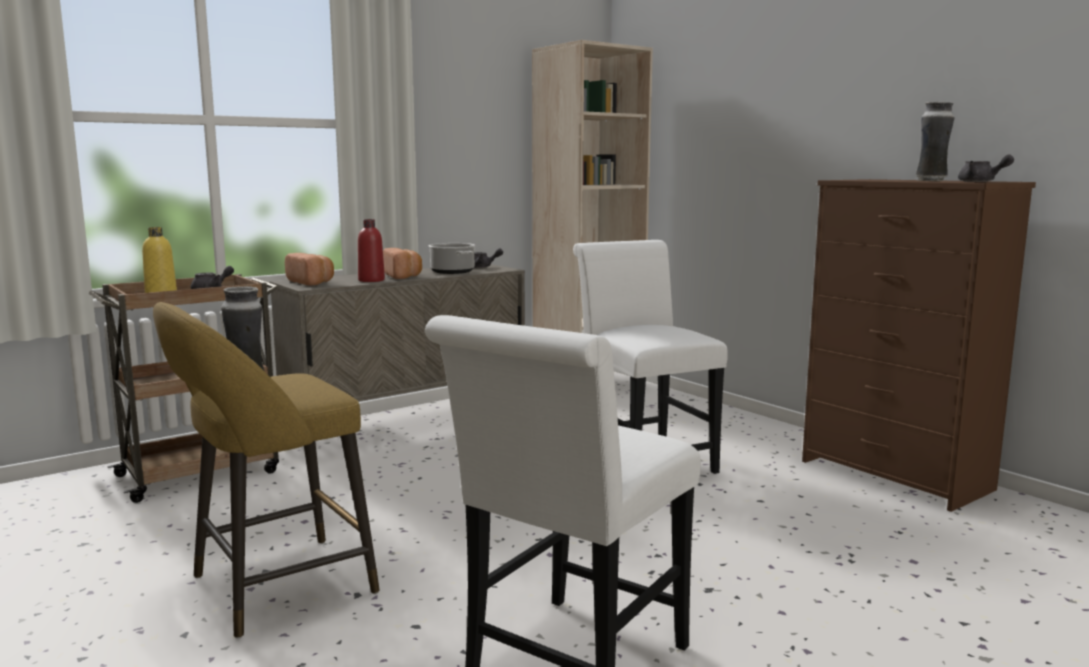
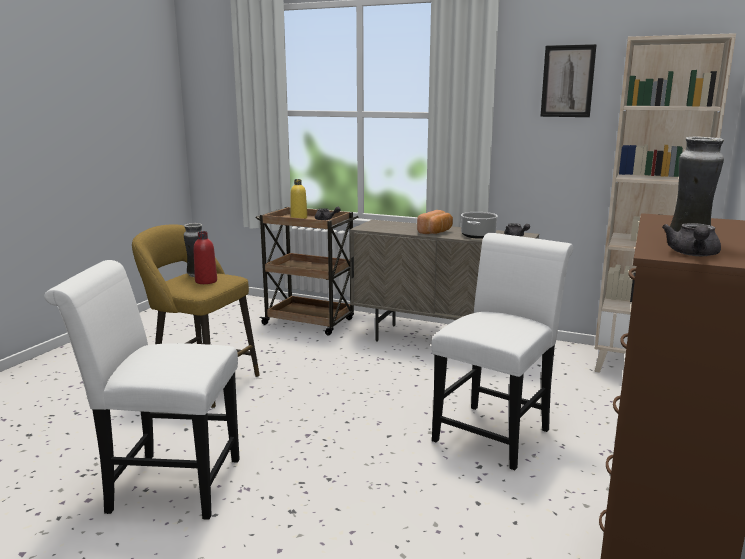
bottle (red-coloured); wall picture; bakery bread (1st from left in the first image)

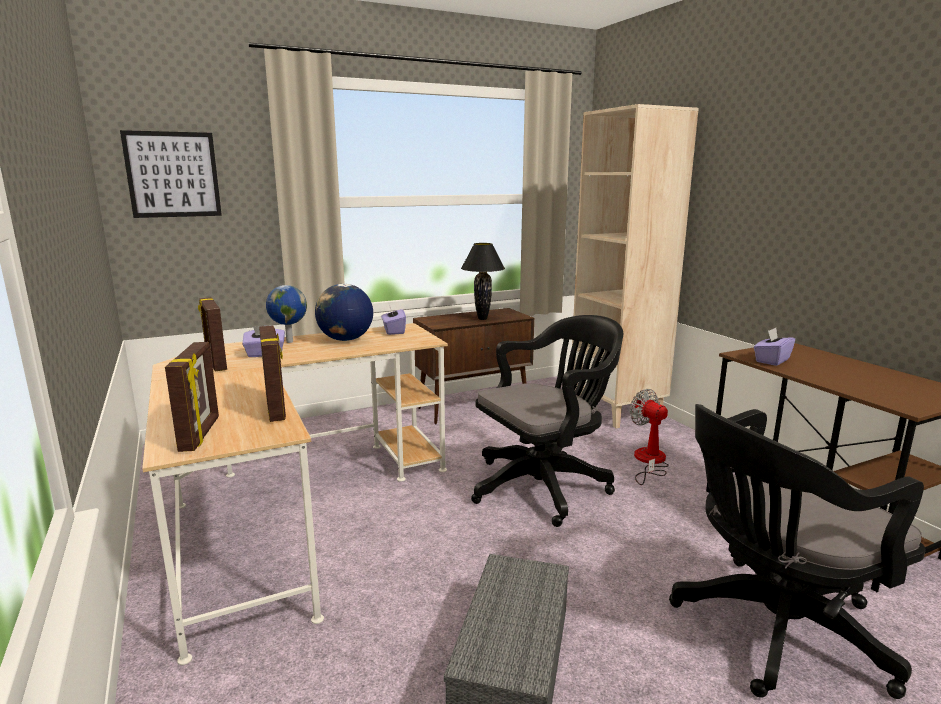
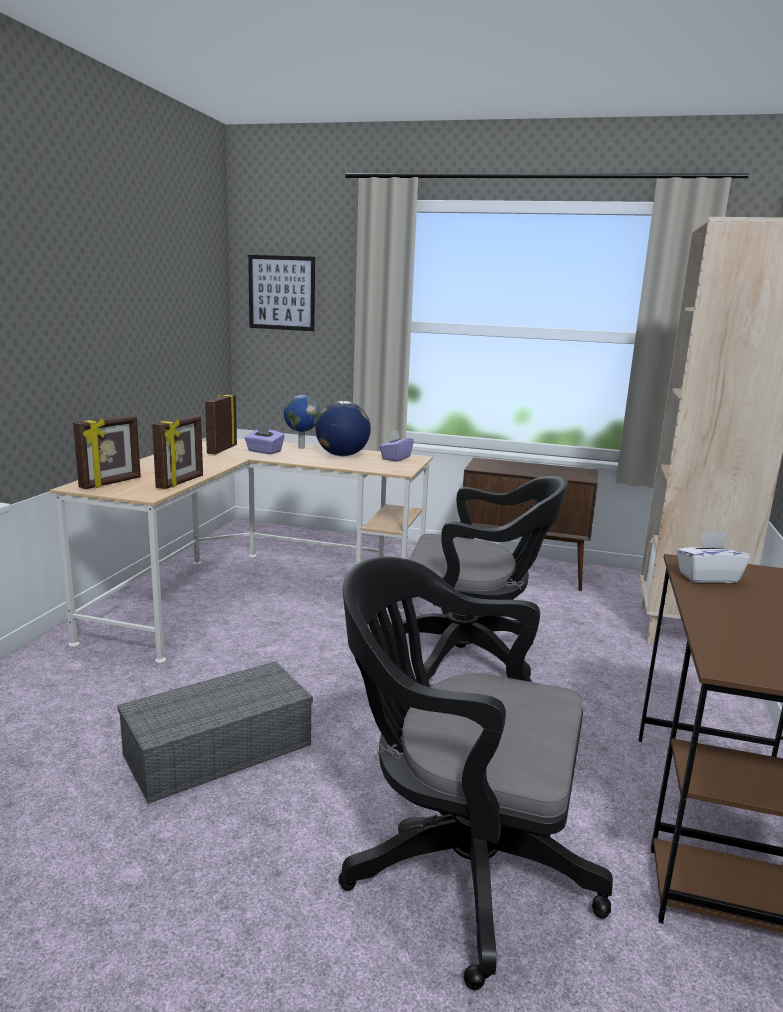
box of tissues (white); table lamp (blackish); cooling fan

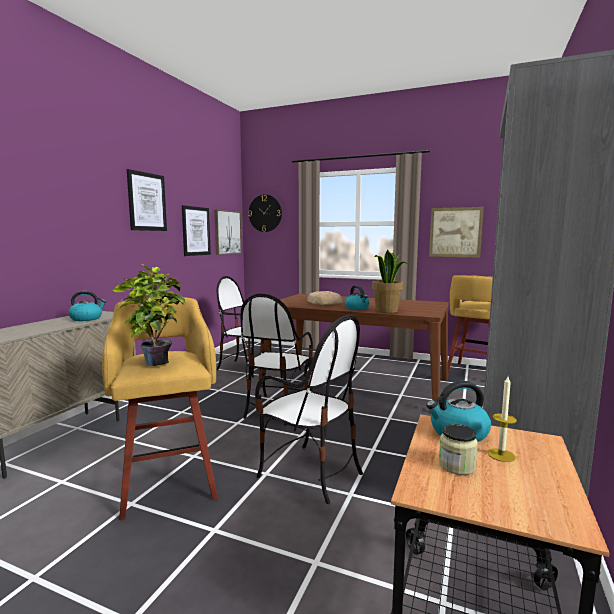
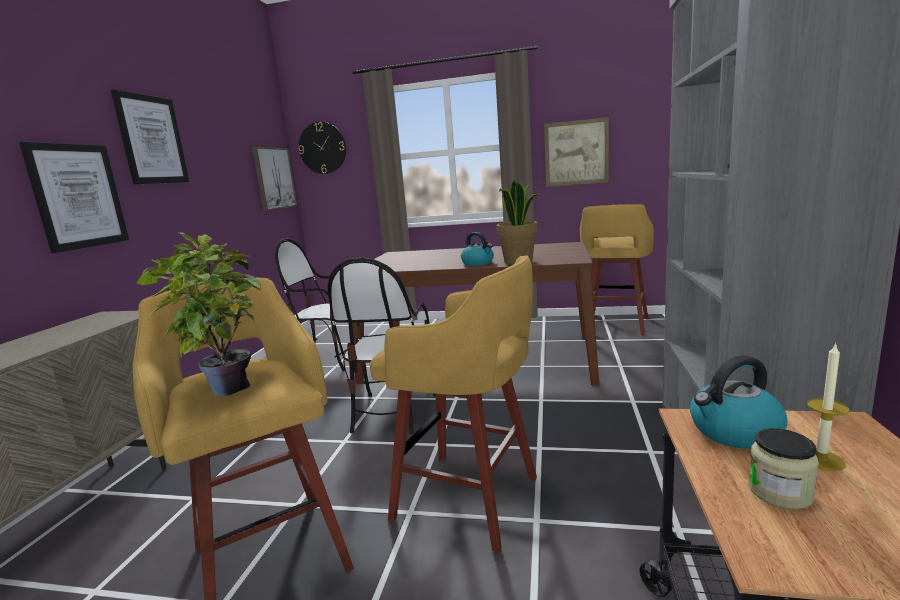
wall picture (1st from left); stool (yellow) (2nd from left); water kettle (1st from left in the first image); bakery bread

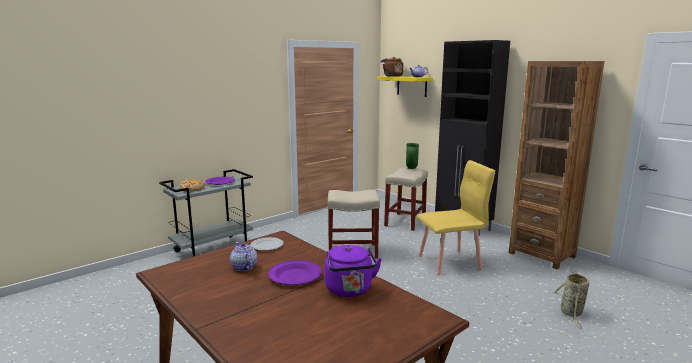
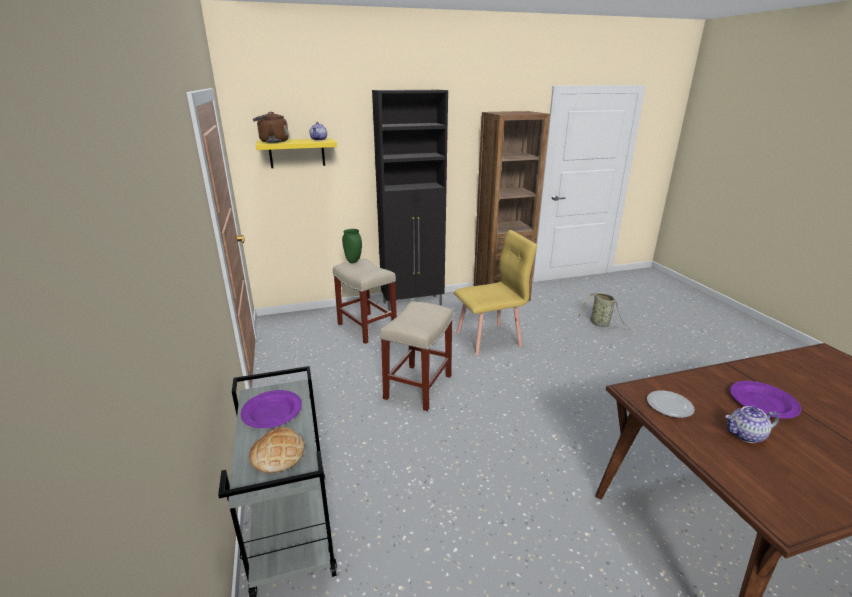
upright chair (yellow); water kettle (purple-coloured)

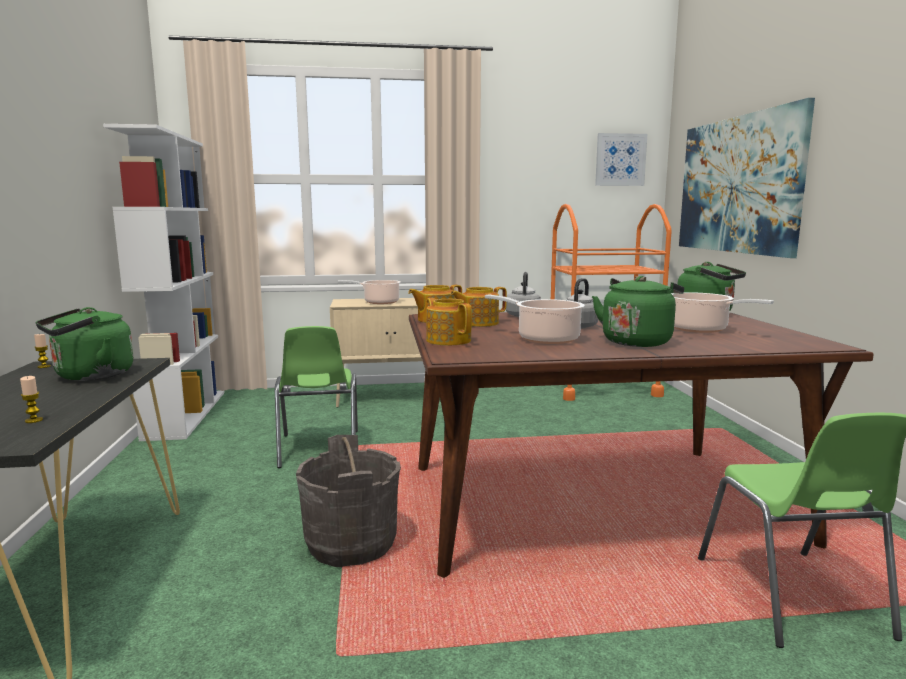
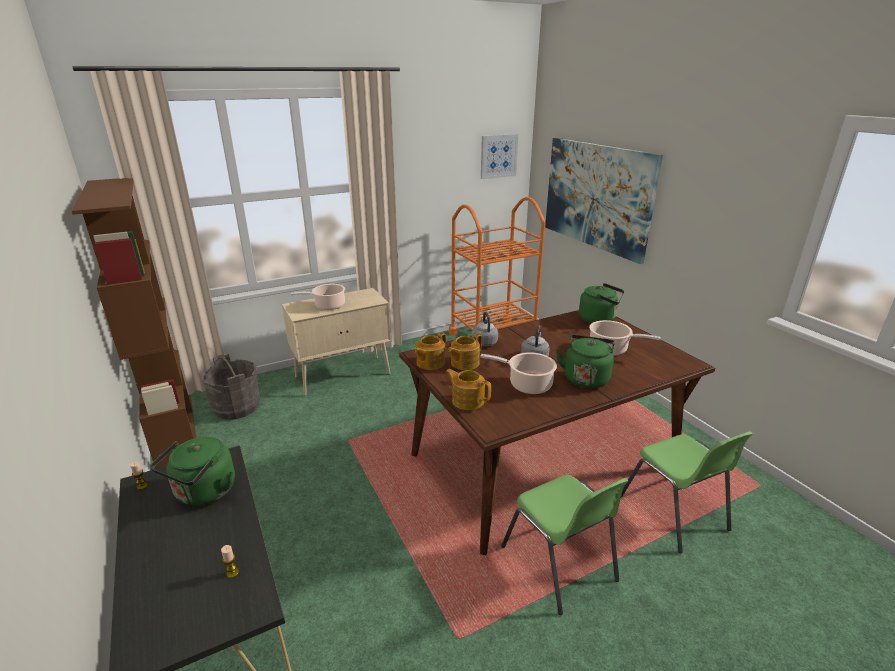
shelving unit (brownish); pail (greyish); upright chair (greenish) (1st from left)

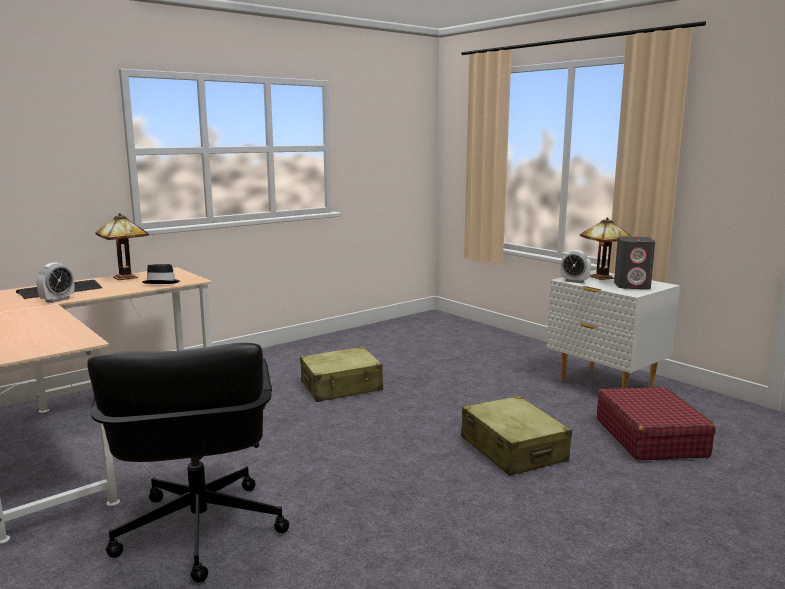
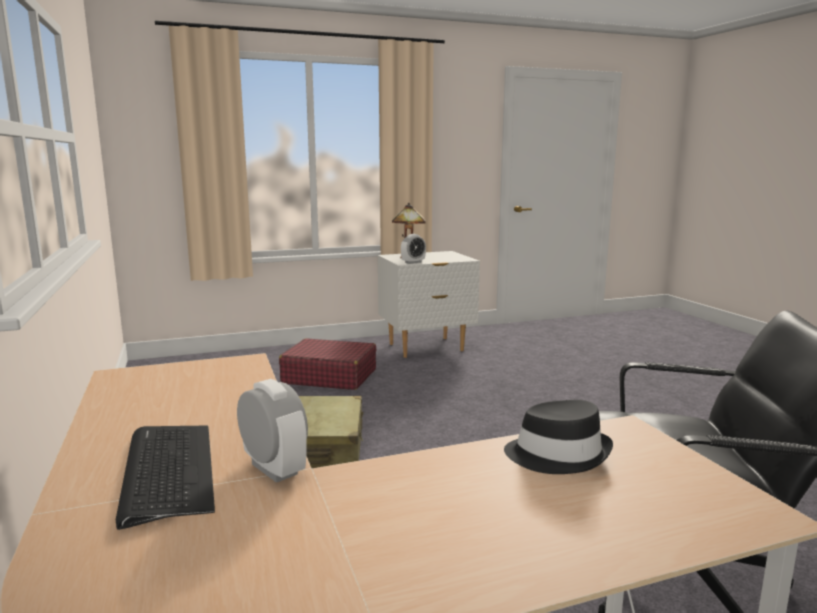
travel case (red-coloured); wearable hat (blackish); table lamp (1st from left in the first image); travel case (beige) (2nd from left in the first image); speaker (greyish)

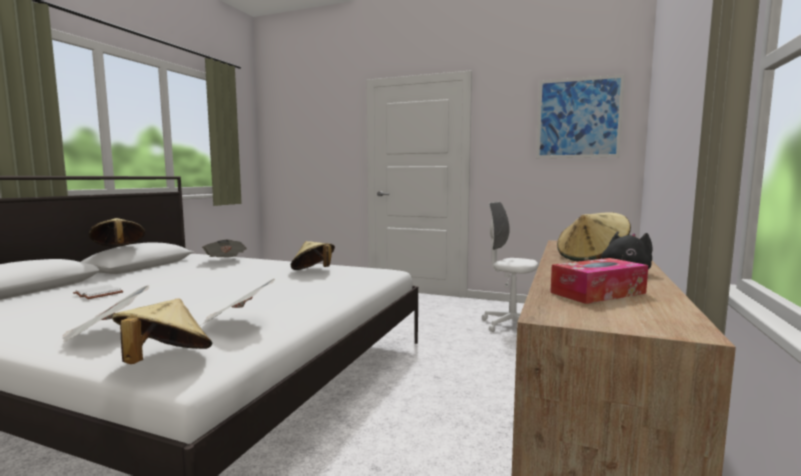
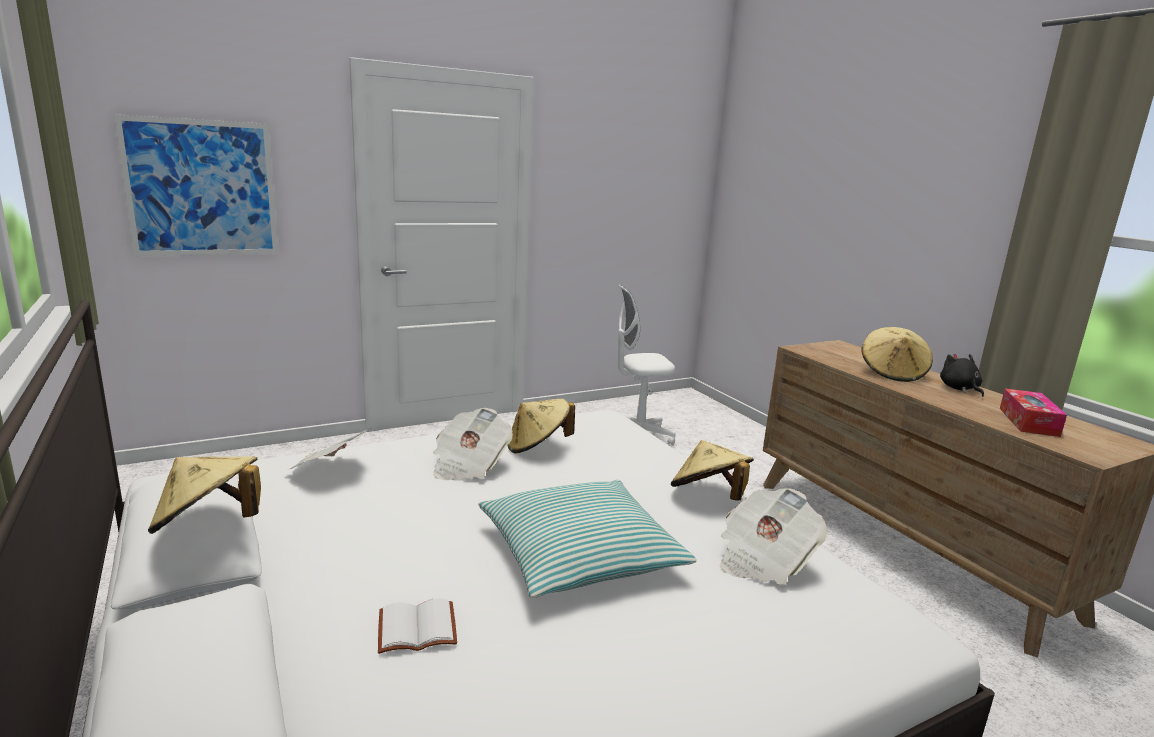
wall picture; printed paper (2nd from left); pillow; wearable hat (beige) (3rd from left)

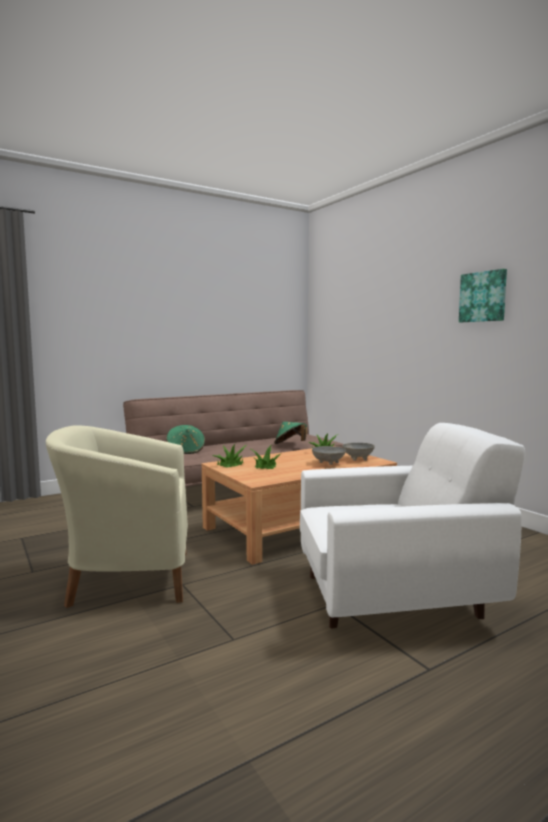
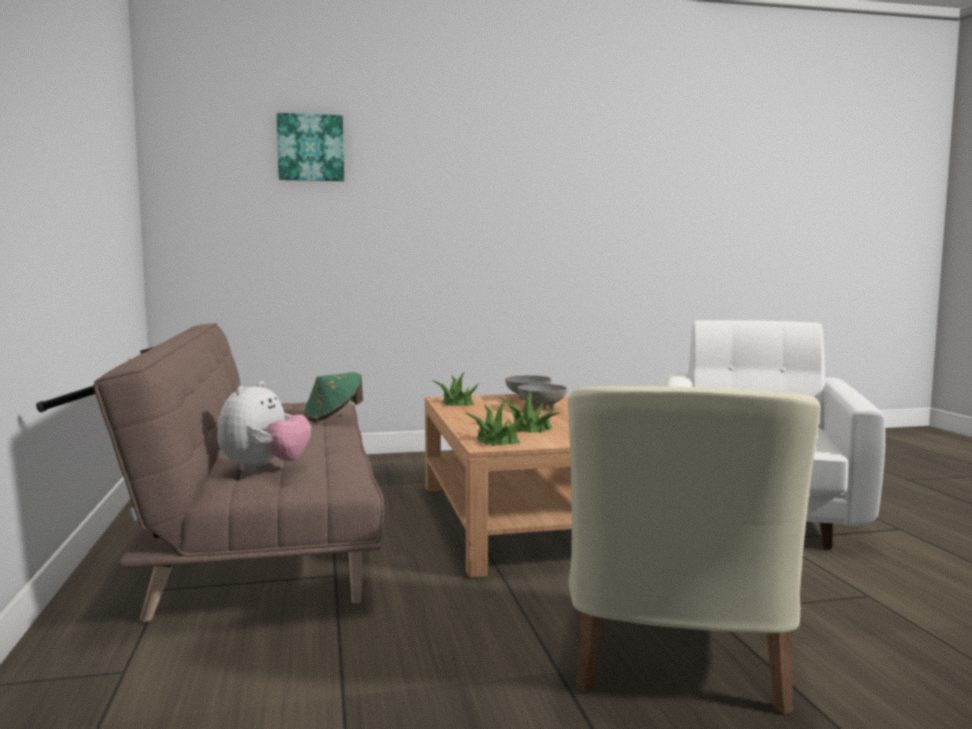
soft toy; wall picture

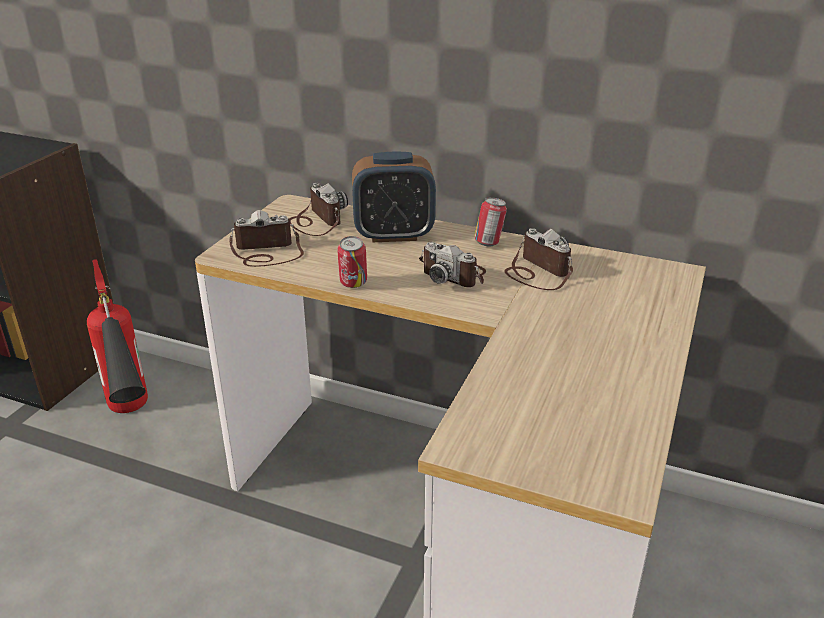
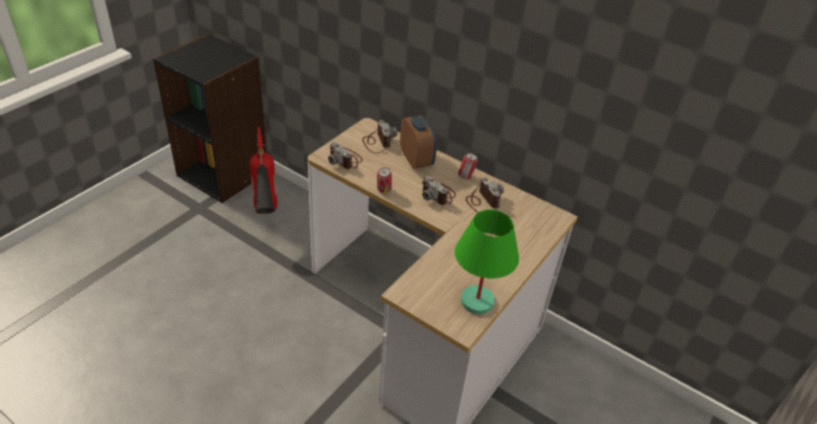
photo camera (1st from left); bedside clock; table lamp (greenish)

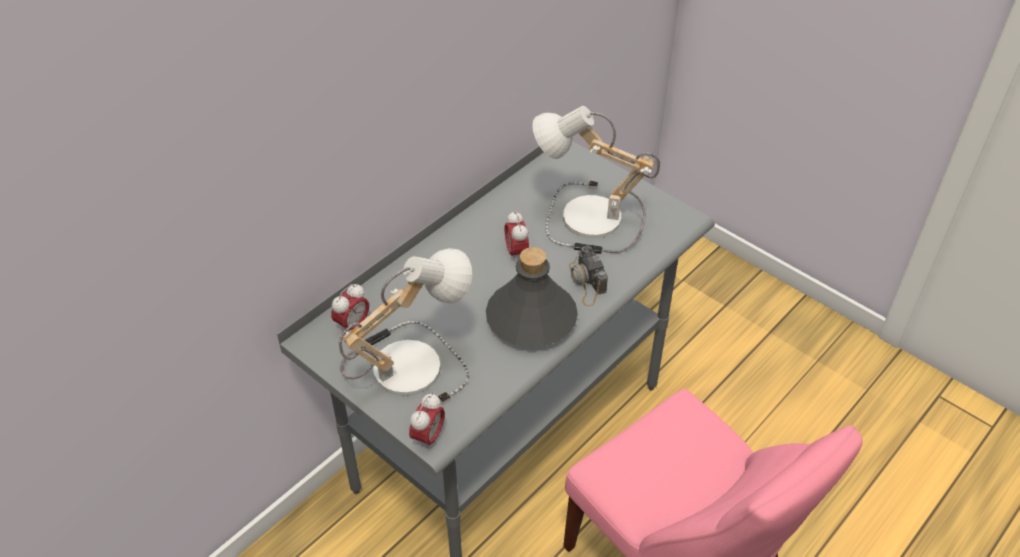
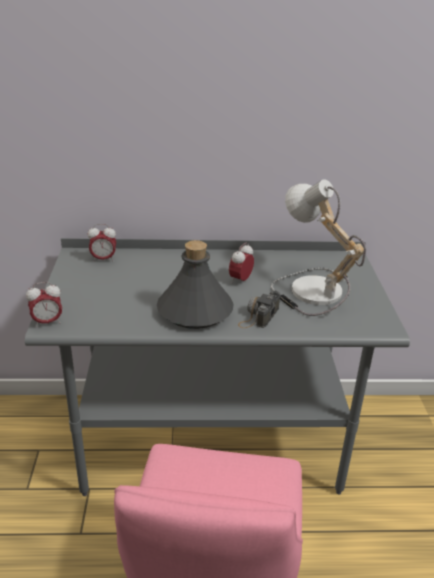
table lamp (1st from left in the first image)

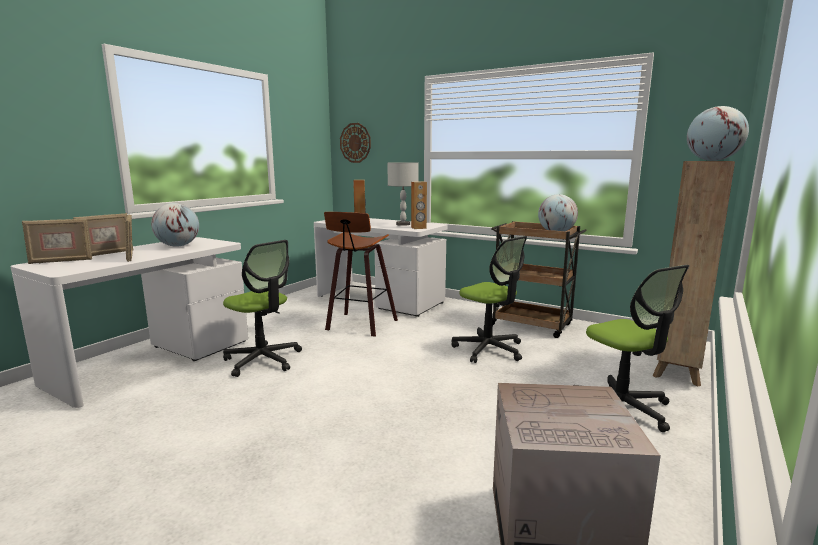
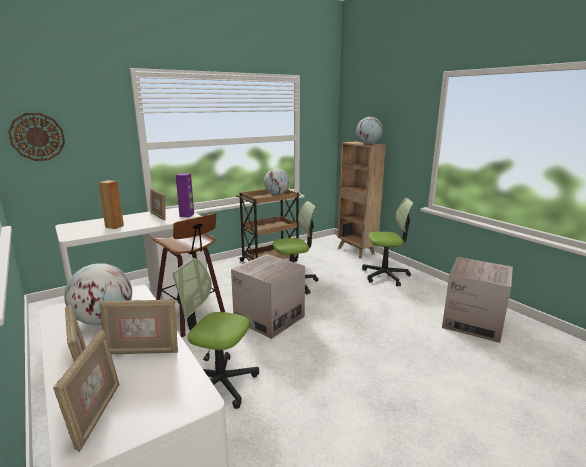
picture frame (4th from left); office chair (1st from left); speaker (purple-coloured); carton (1st from left)

